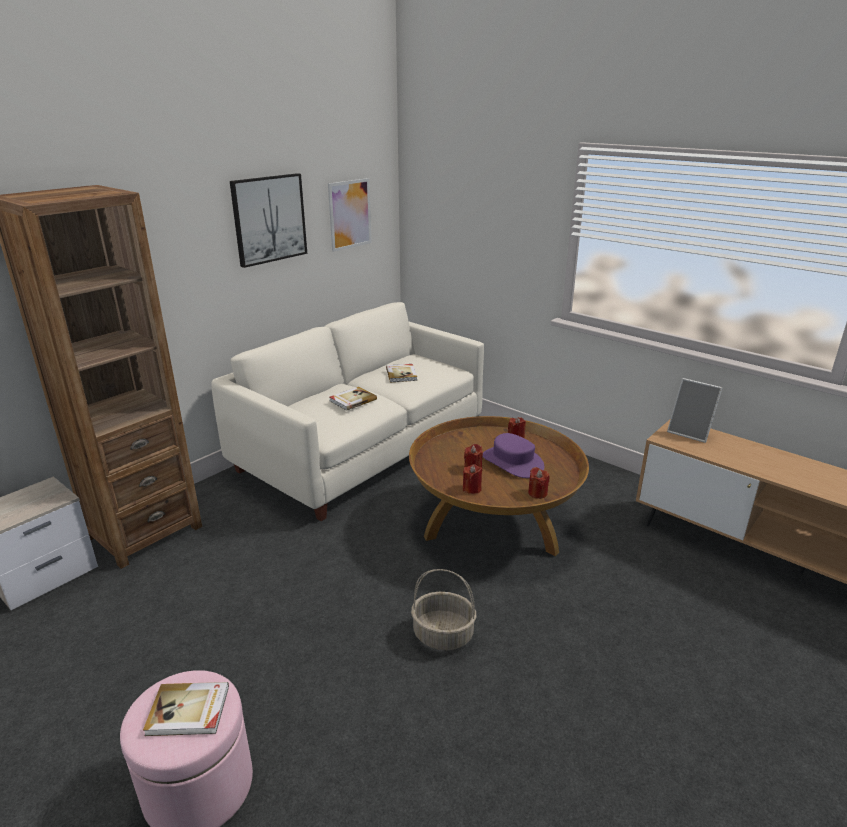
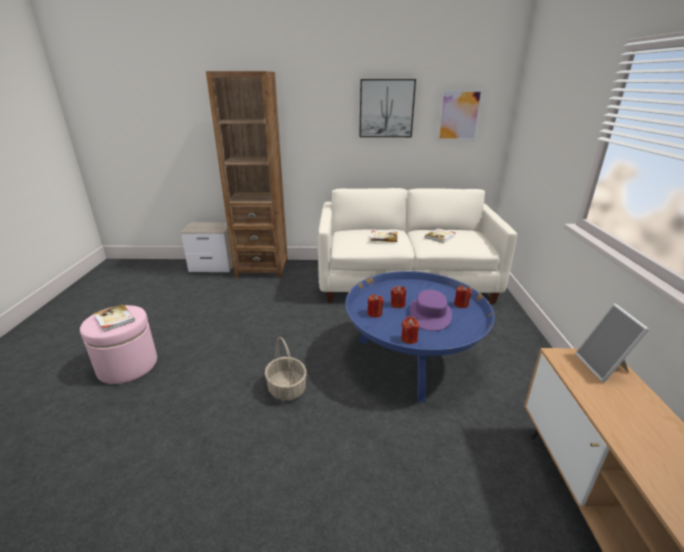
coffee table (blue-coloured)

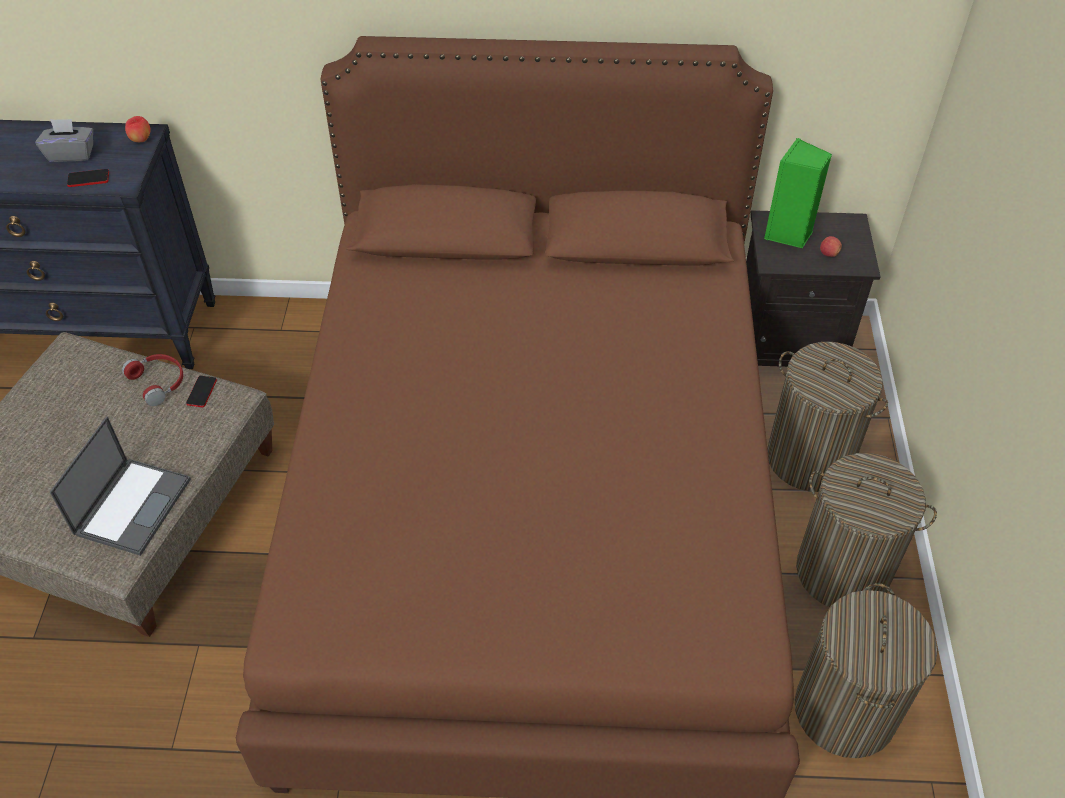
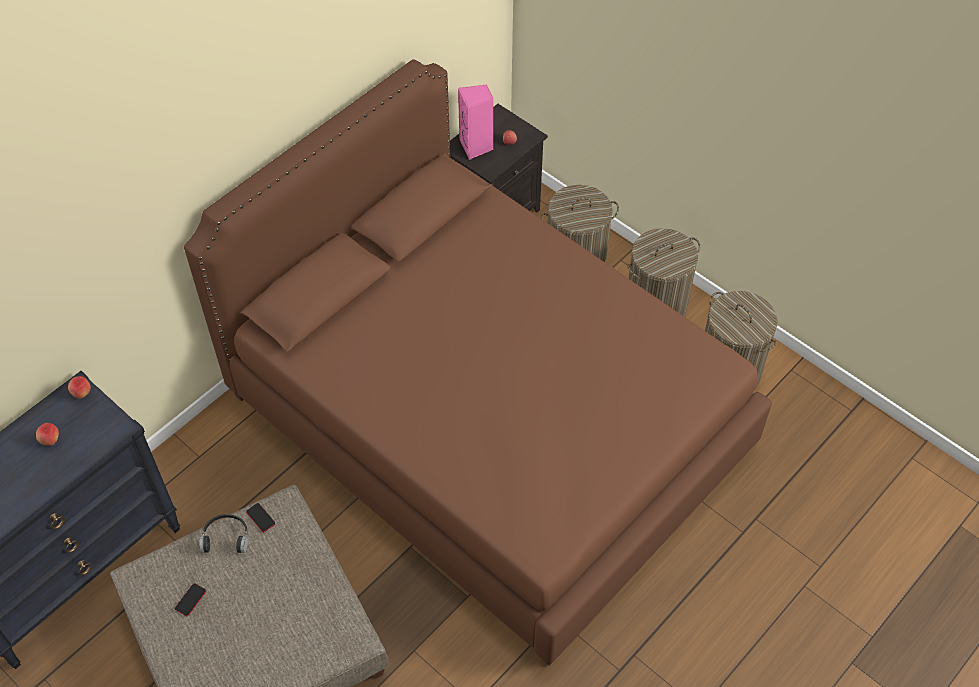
apple (1st from left); phone (1st from left); headset (blackish); speaker (pinkish); laptop

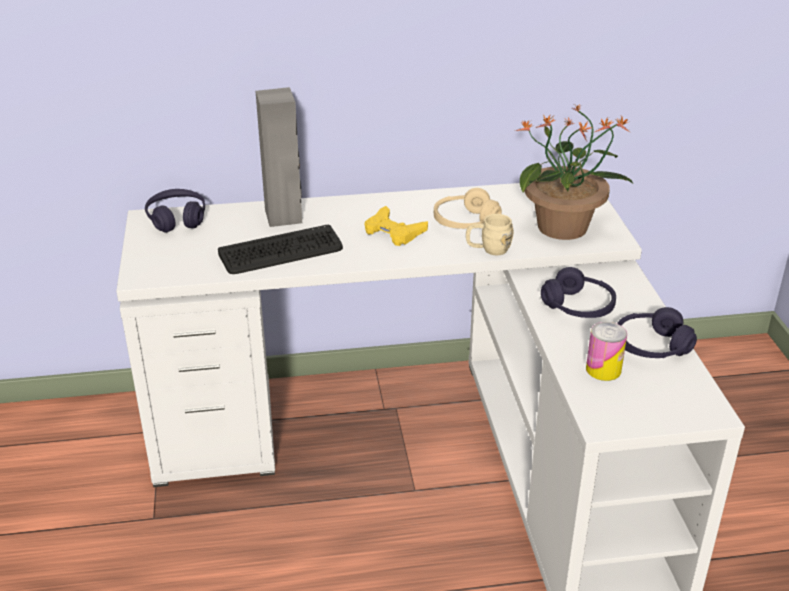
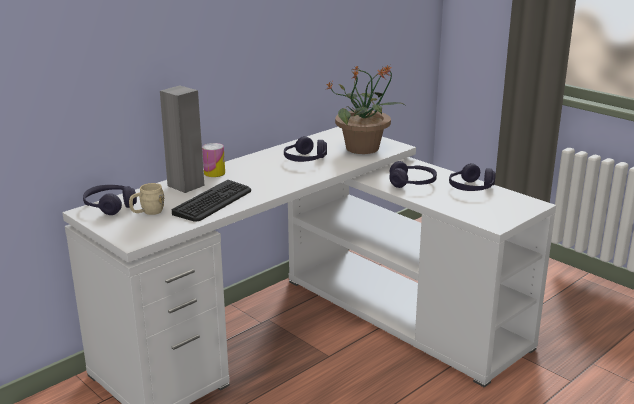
mug (beige); can; headset (purple-coloured) (2nd from left); gamepad (yellow)

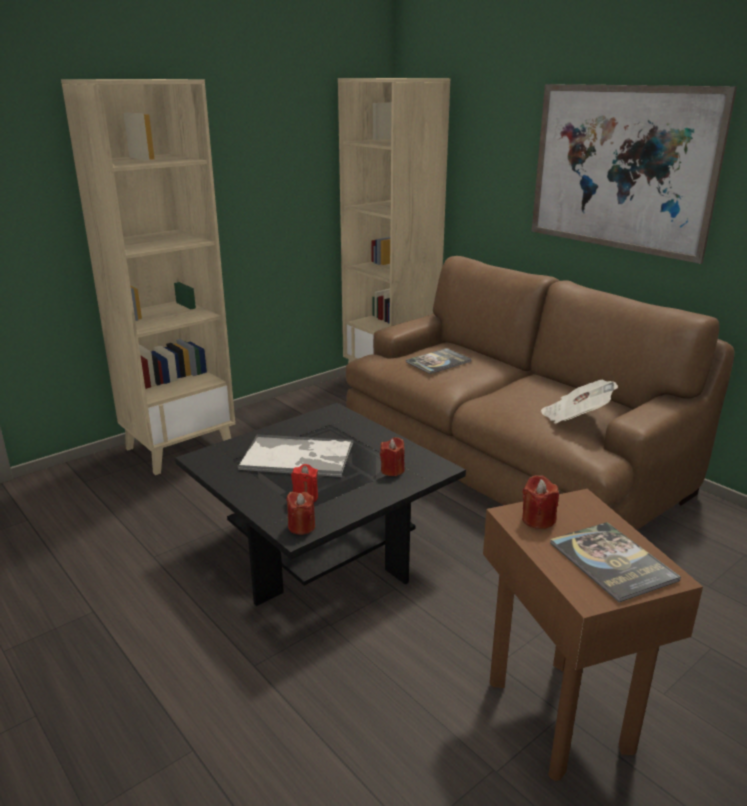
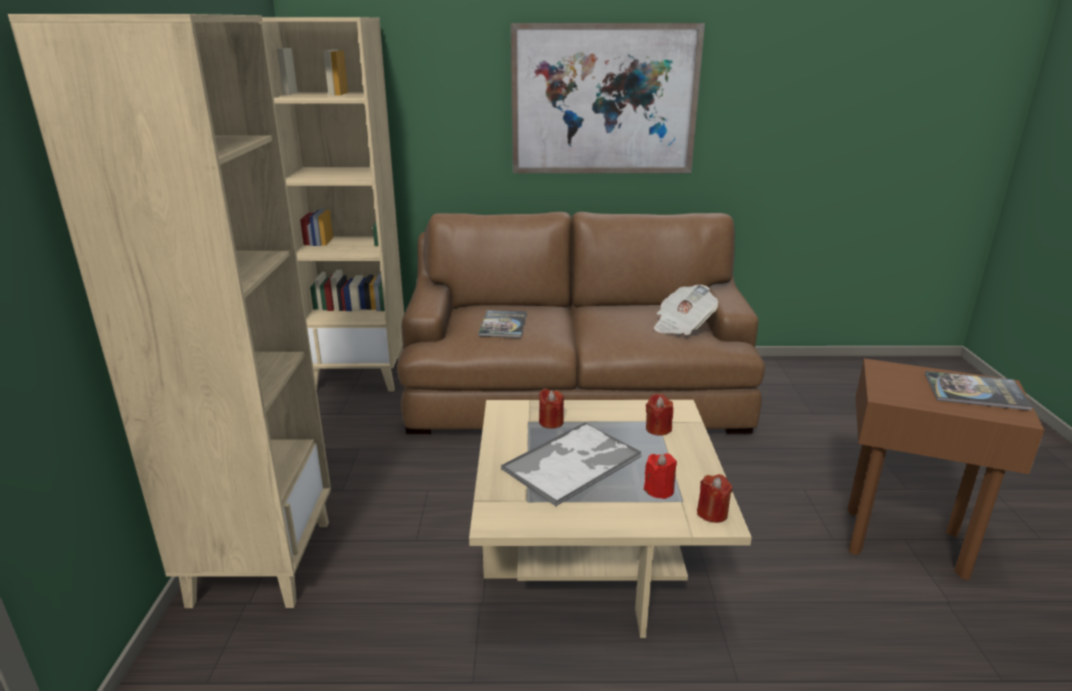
coffee table (beige); wax light (red-coloured) (1st from left)

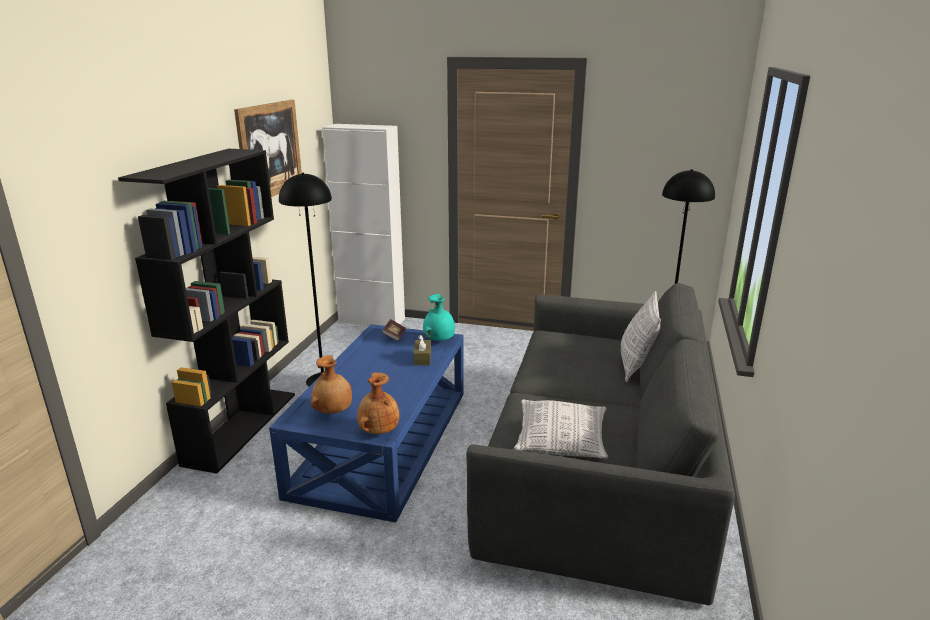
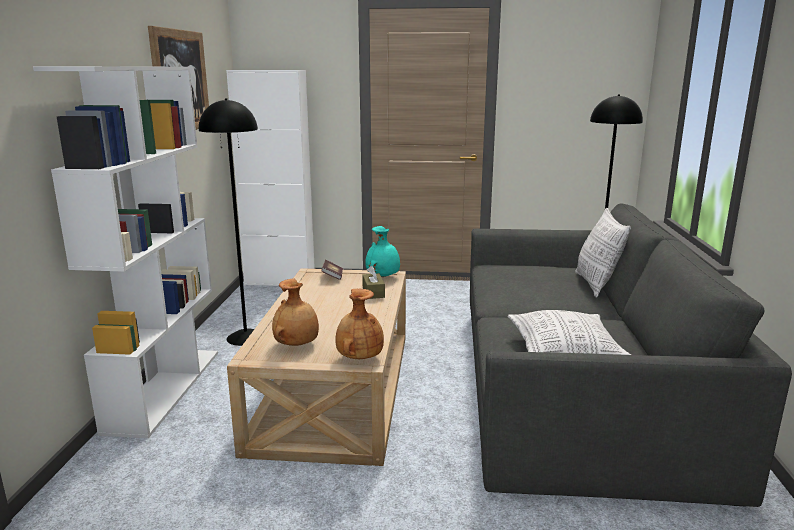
shelving unit (white); coffee table (beige)

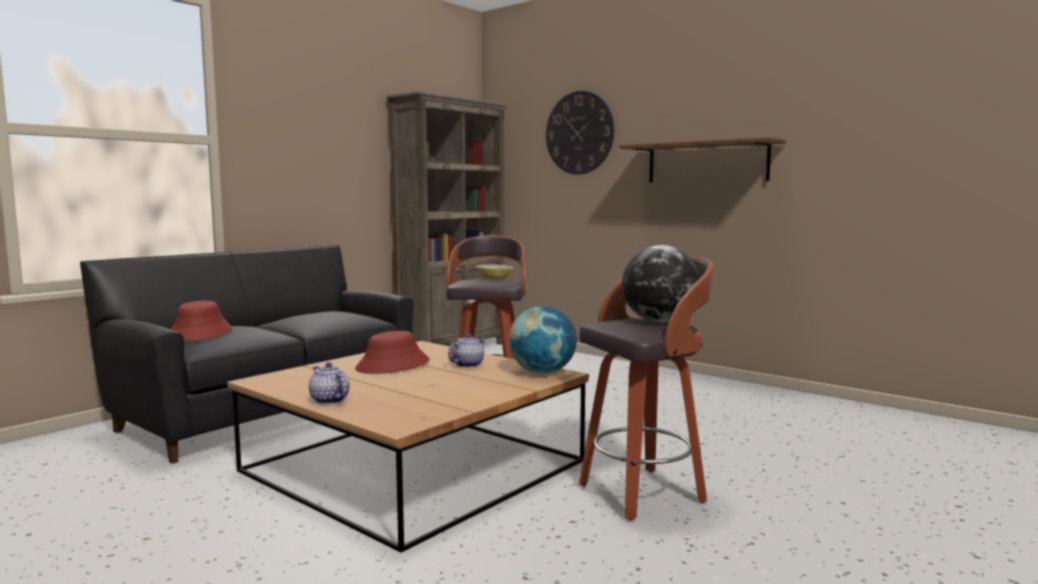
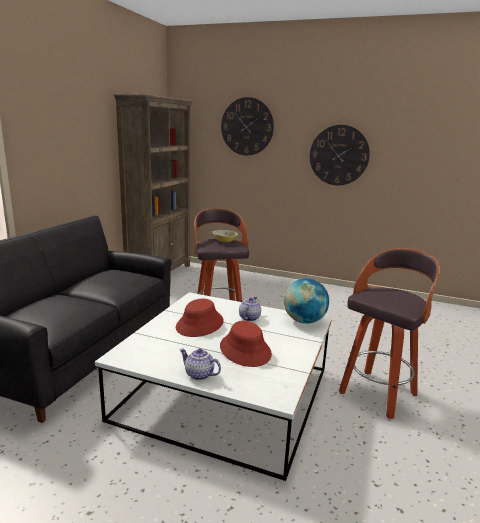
coffee table (white); wearable hat (red-coloured) (2nd from left); wall clock (2nd from left); globe (2nd from left in the first image)

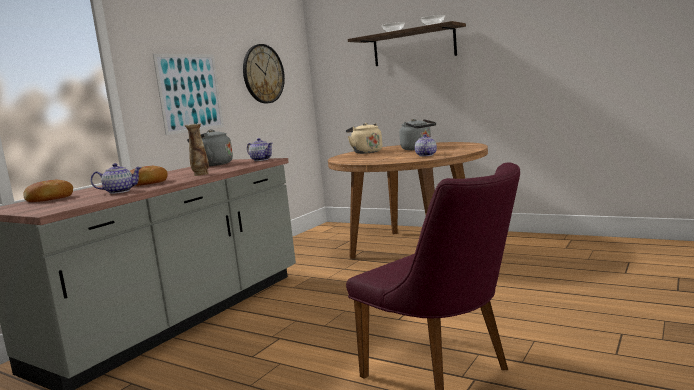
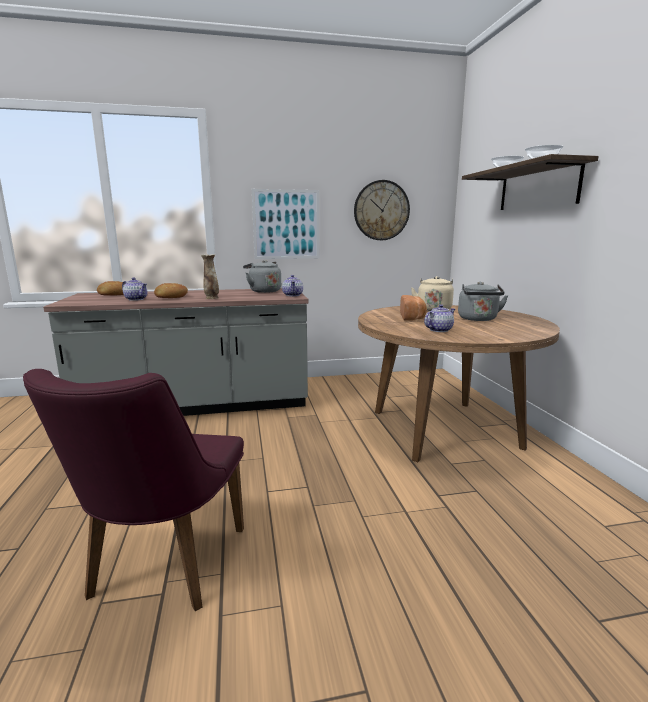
bakery bread (3rd from left)

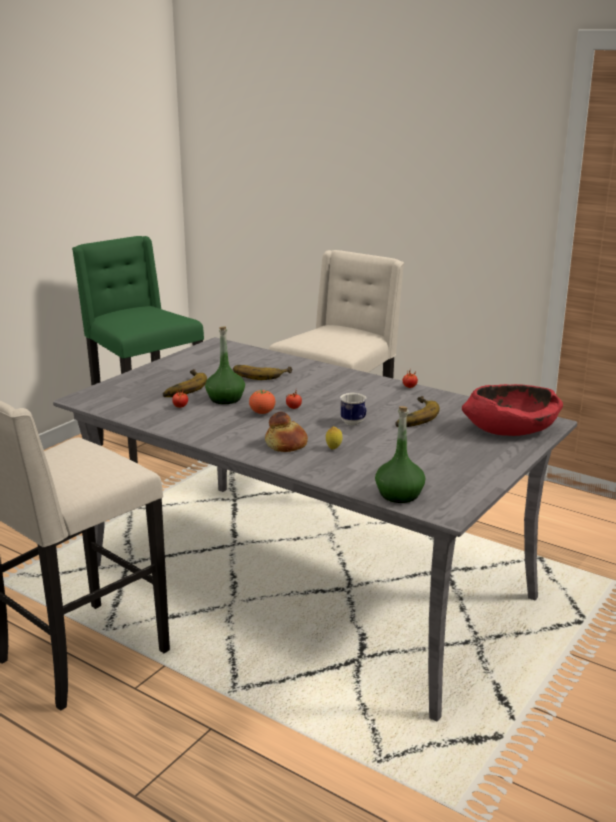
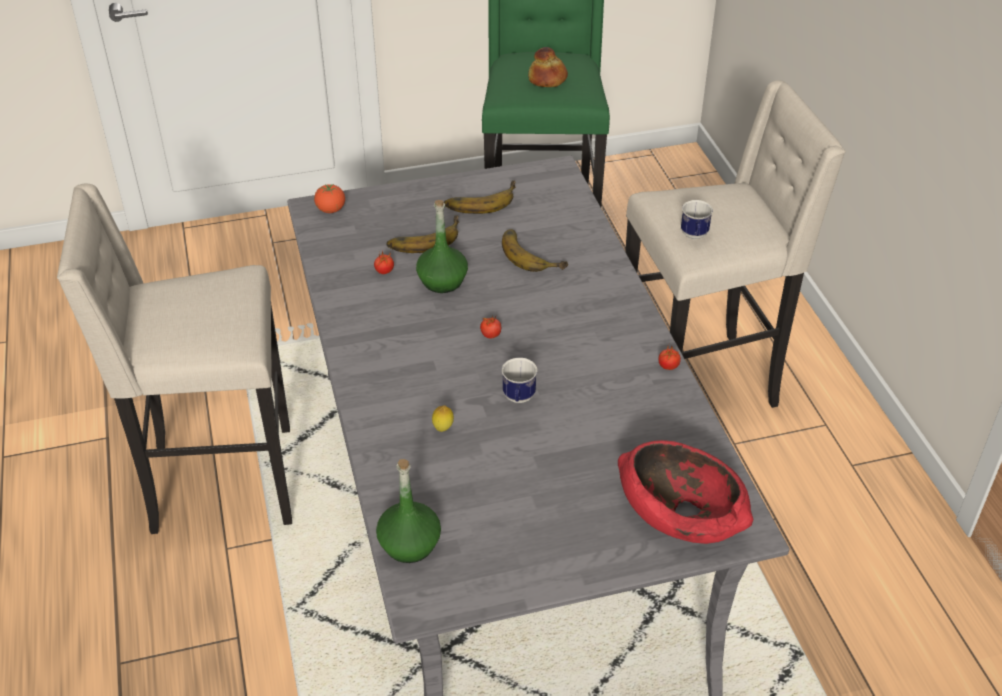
whole tomato (1st from left); whole banana (2nd from left); bakery bread; mug (2nd from left)

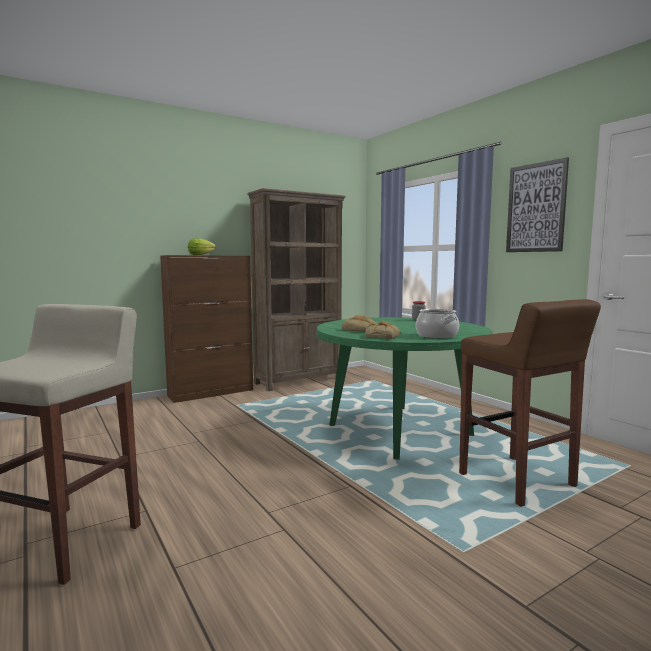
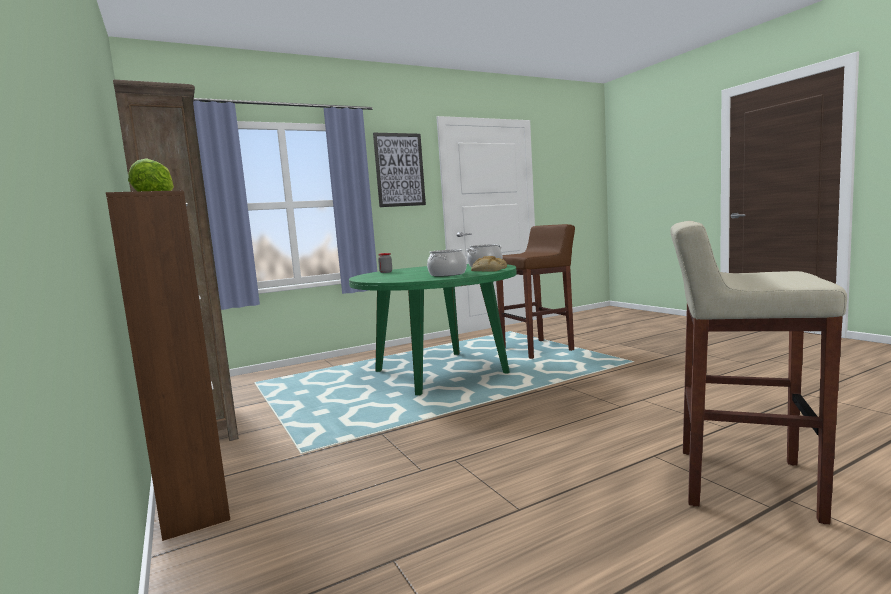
stockpot (1st from left)

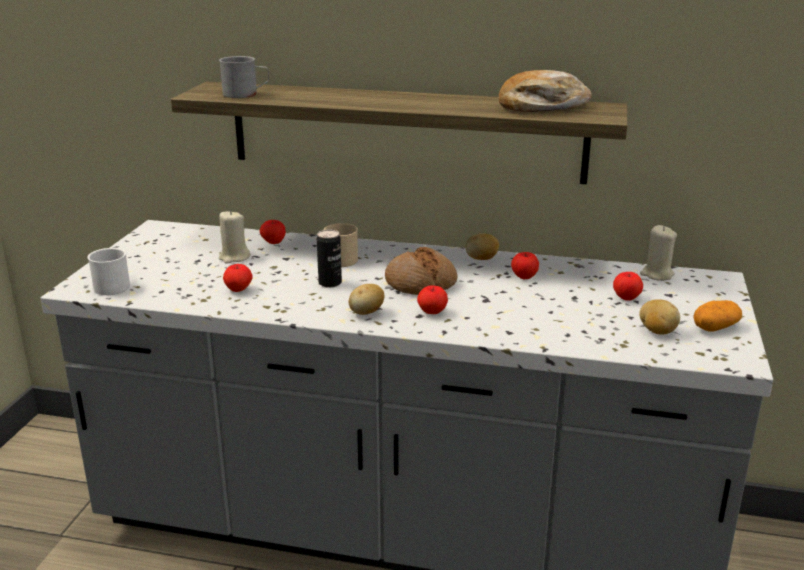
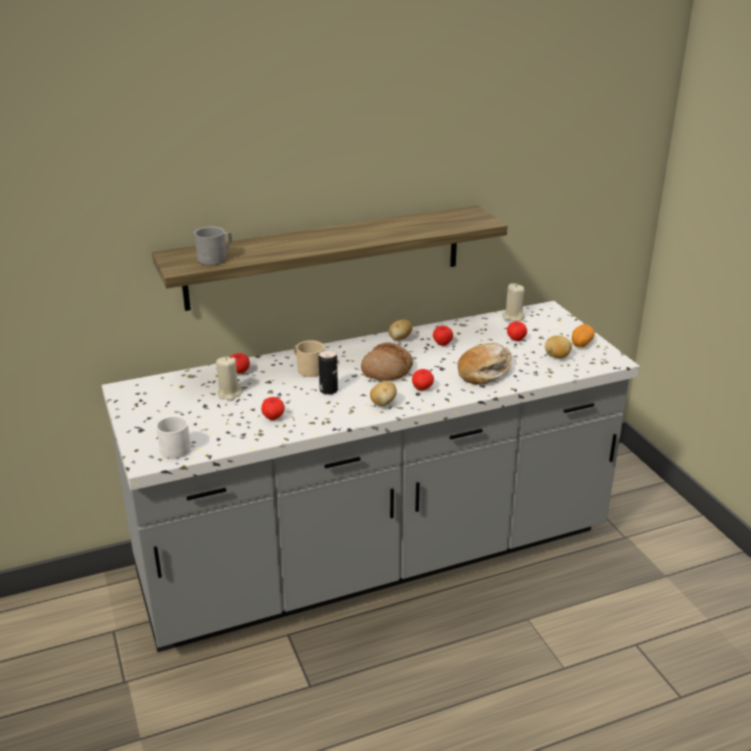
bakery bread (2nd from left)

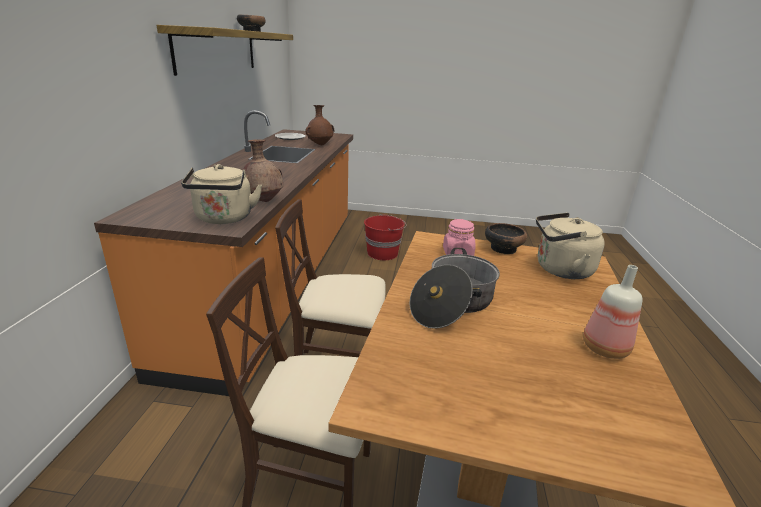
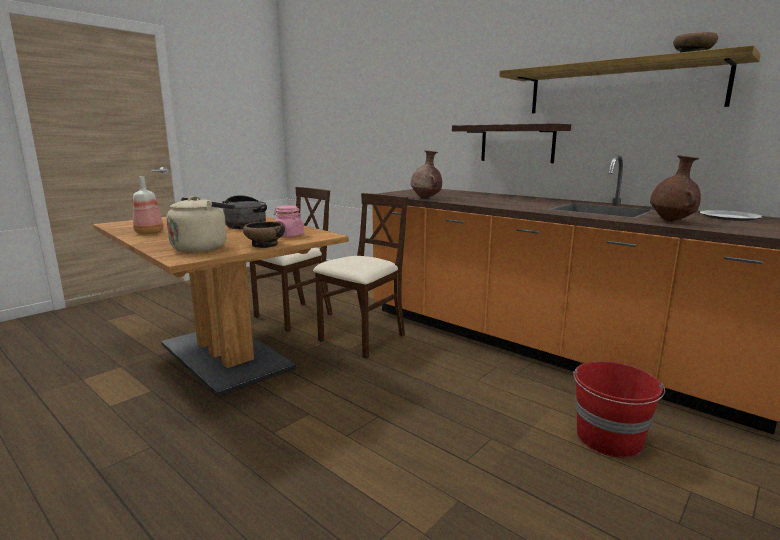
wall shelf (1st from left); water kettle (beige) (1st from left in the first image)

